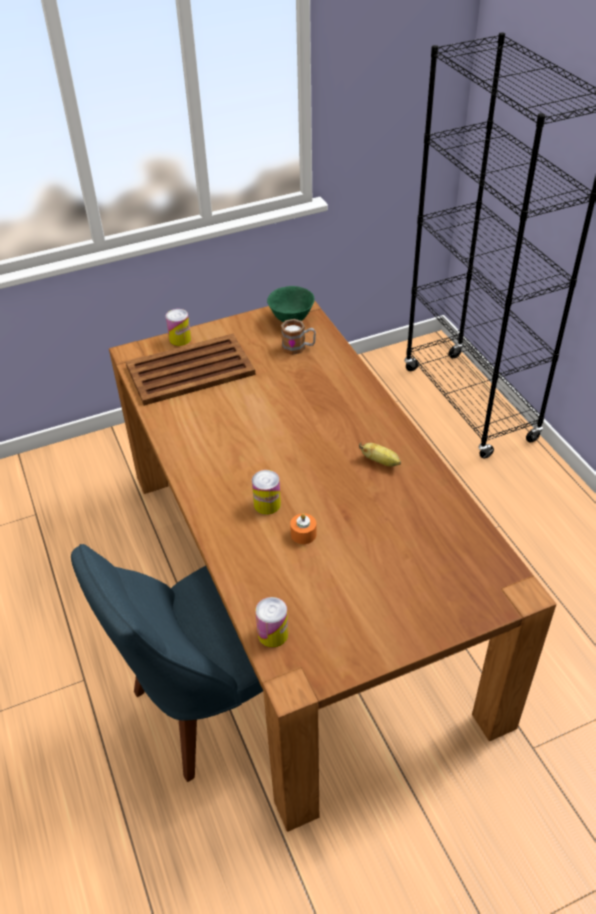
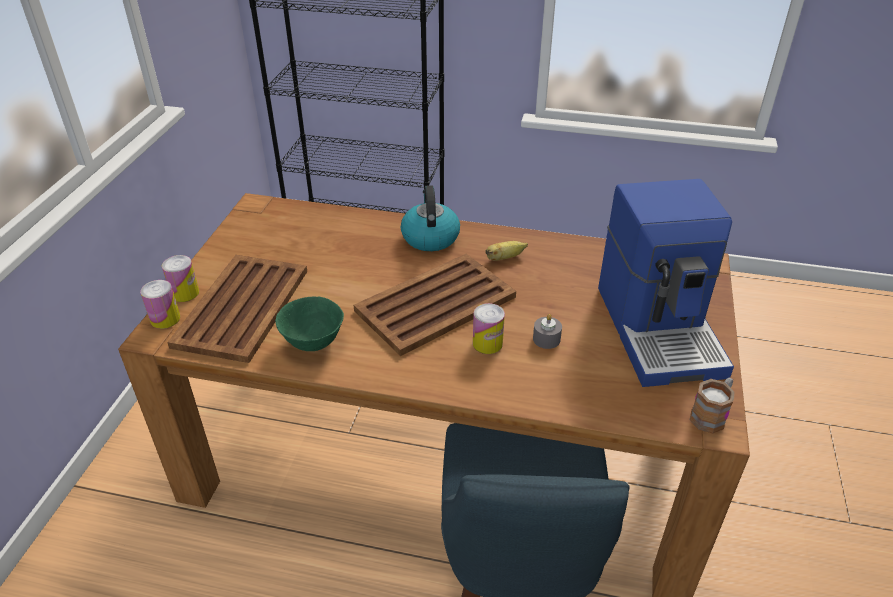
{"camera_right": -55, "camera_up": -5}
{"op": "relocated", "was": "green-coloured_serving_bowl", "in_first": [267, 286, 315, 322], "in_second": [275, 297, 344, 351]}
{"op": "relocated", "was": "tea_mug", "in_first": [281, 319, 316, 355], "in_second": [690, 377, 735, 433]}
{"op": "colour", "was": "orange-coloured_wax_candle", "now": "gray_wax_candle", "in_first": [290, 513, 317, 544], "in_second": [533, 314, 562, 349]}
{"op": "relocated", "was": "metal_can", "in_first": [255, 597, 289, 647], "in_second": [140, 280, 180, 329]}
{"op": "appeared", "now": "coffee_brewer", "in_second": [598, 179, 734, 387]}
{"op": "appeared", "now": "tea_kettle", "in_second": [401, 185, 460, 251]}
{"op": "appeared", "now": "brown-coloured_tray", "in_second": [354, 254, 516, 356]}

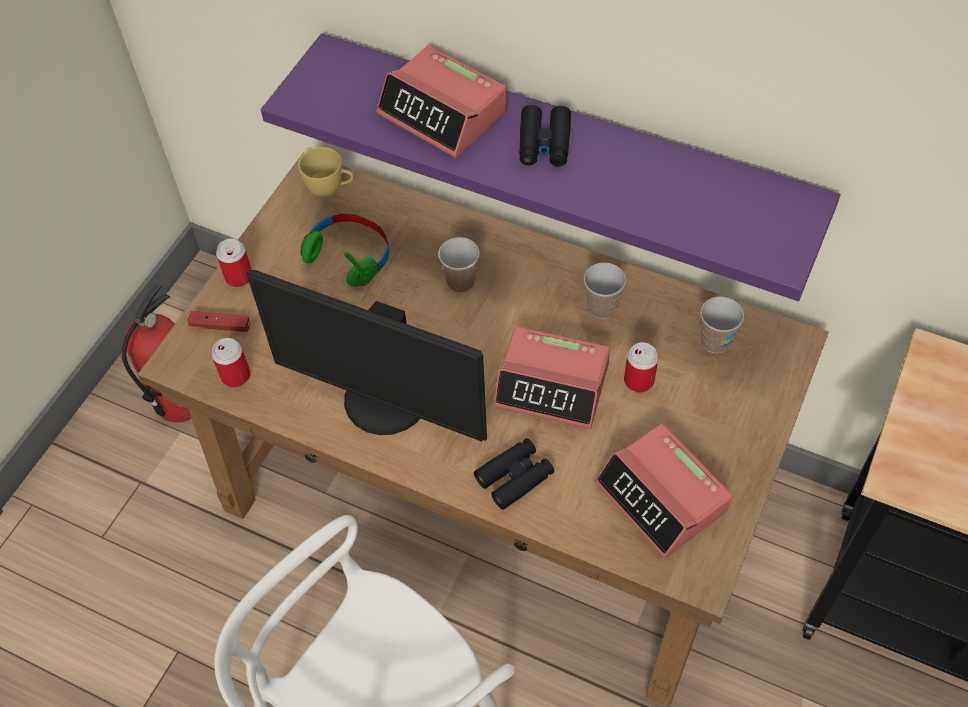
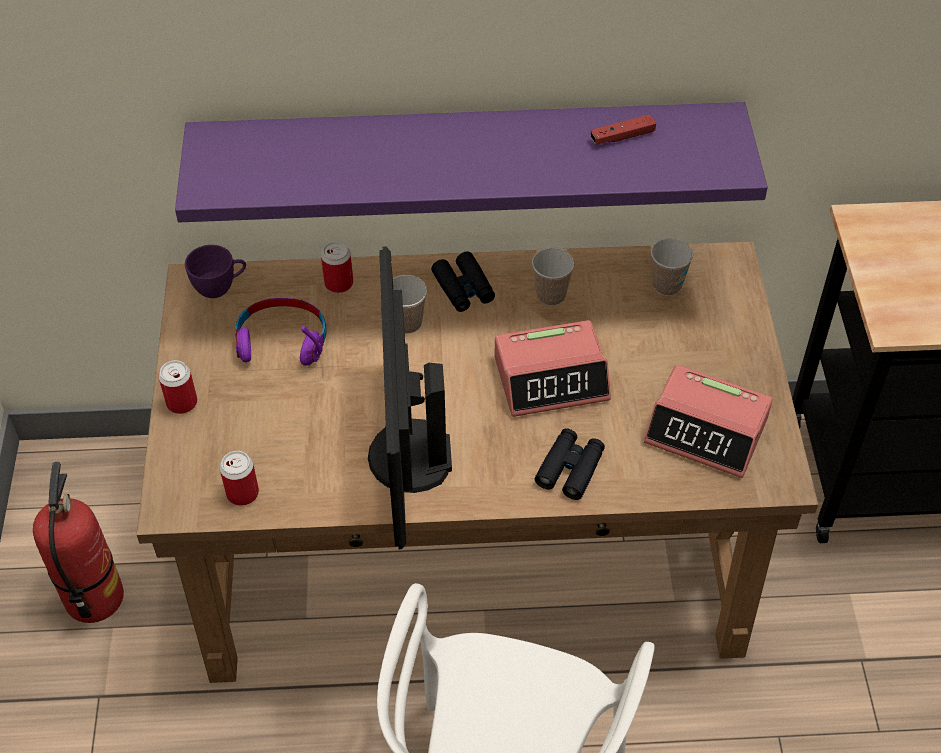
{"camera_right": -30, "camera_up": -5}
{"op": "missing", "was": "table_clock", "in_first": [376, 46, 507, 158]}
{"op": "relocated", "was": "black_pair_of_binoculars", "in_first": [519, 105, 571, 166], "in_second": [431, 251, 495, 312]}
{"op": "colour", "was": "yellow_drinking_cup", "now": "purple-coloured_drinking_cup", "in_first": [298, 147, 354, 197], "in_second": [185, 245, 246, 298]}
{"op": "colour", "was": "green-coloured_headphones", "now": "purple-coloured_headphones", "in_first": [300, 214, 389, 287], "in_second": [235, 298, 327, 366]}
{"op": "spun", "was": "computer_screen", "in_first": [247, 270, 487, 442], "in_second": [368, 247, 452, 549], "clockwise": 90}
{"op": "relocated", "was": "reddish_game_controller", "in_first": [187, 311, 250, 332], "in_second": [590, 114, 656, 145]}
{"op": "relocated", "was": "metal_can", "in_first": [624, 342, 659, 392], "in_second": [321, 241, 353, 293]}

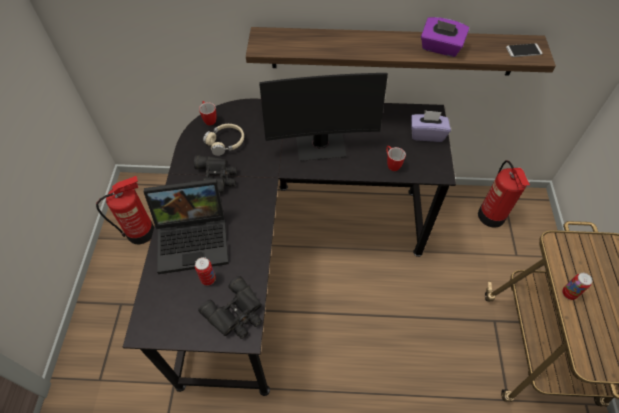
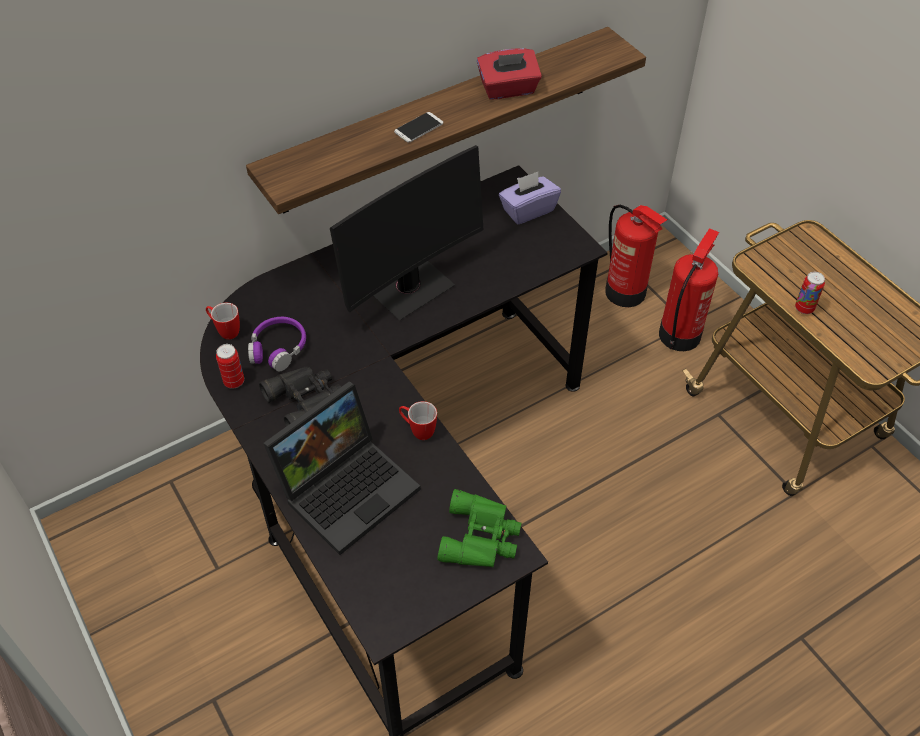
{"camera_right": -35, "camera_up": -5}
{"op": "colour", "was": "purple-coloured_tissue_holder", "now": "reddish_tissue_holder", "in_first": [421, 17, 469, 57], "in_second": [477, 48, 542, 100]}
{"op": "relocated", "was": "handset", "in_first": [506, 44, 542, 57], "in_second": [394, 112, 443, 142]}
{"op": "colour", "was": "sand-coloured_headphones", "now": "purple-coloured_headphones", "in_first": [203, 124, 244, 156], "in_second": [248, 317, 306, 372]}
{"op": "relocated", "was": "tea_mug", "in_first": [386, 146, 406, 171], "in_second": [399, 401, 437, 440]}
{"op": "relocated", "was": "extinguisher", "in_first": [96, 176, 154, 244], "in_second": [659, 228, 719, 351]}
{"op": "relocated", "was": "metal_can", "in_first": [195, 257, 216, 286], "in_second": [216, 344, 244, 389]}
{"op": "colour", "was": "black_pair_of_binoculars", "now": "green-coloured_pair_of_binoculars", "in_first": [198, 276, 262, 339], "in_second": [437, 489, 522, 567]}

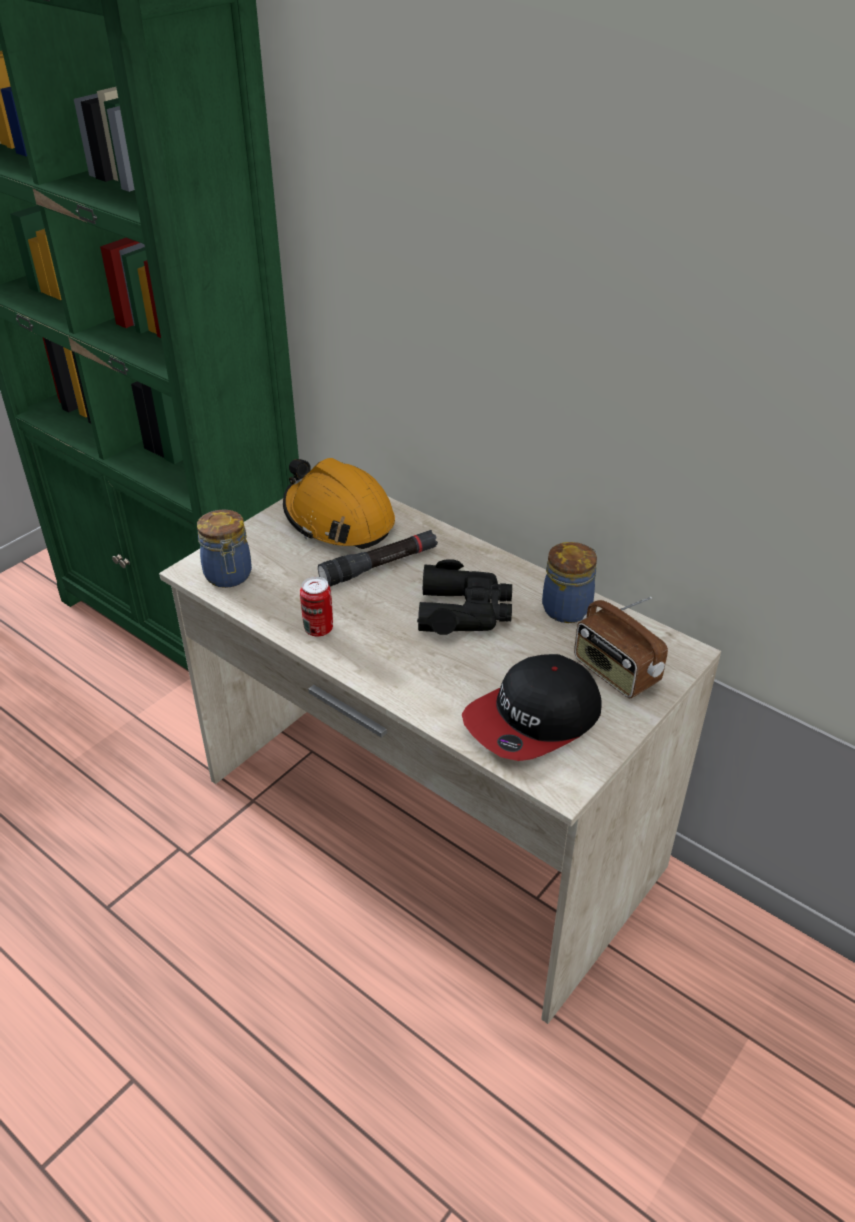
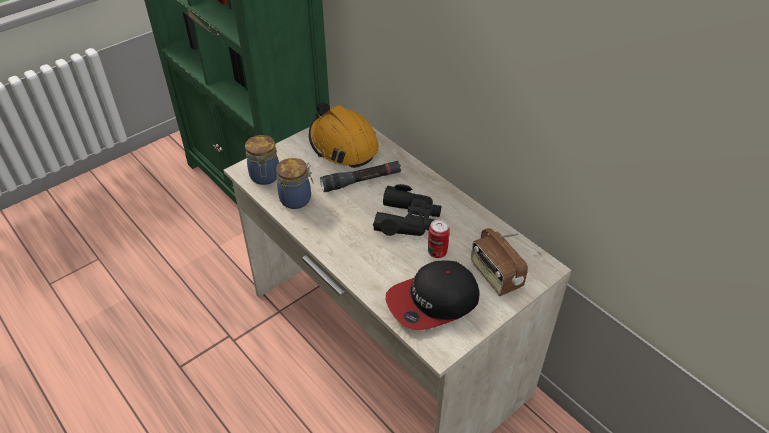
{"camera_right": 10, "camera_up": 5}
{"op": "relocated", "was": "preserve_jar", "in_first": [542, 542, 597, 623], "in_second": [276, 158, 314, 209]}
{"op": "relocated", "was": "metal_can", "in_first": [300, 577, 333, 637], "in_second": [428, 219, 450, 258]}

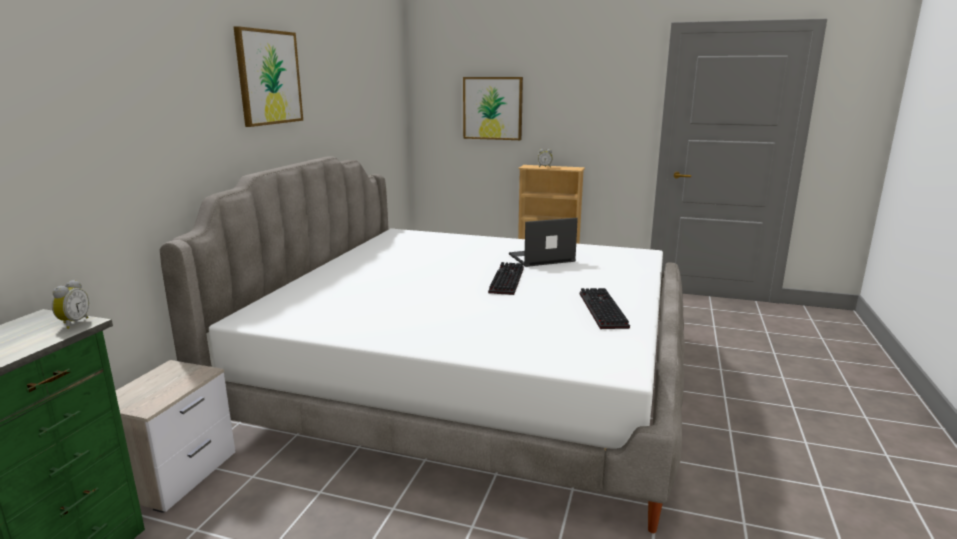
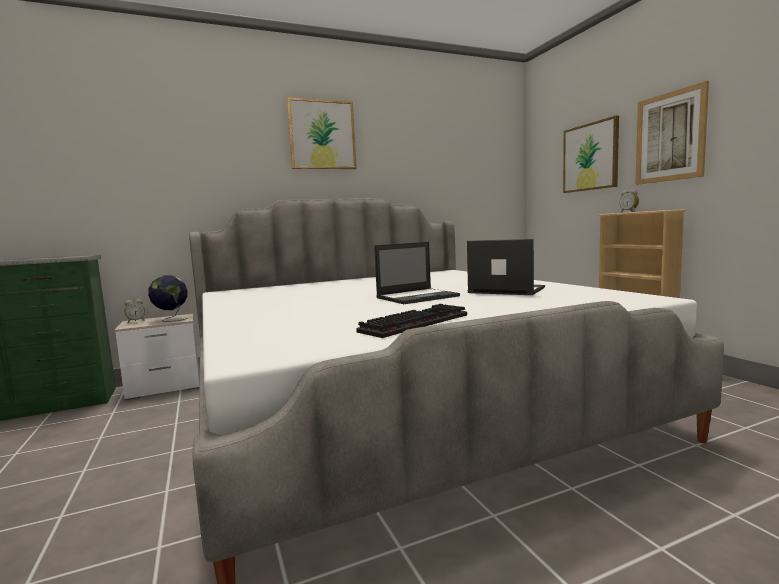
{"camera_right": 50, "camera_up": -10}
{"op": "exchanged", "was": "computer_keyboard", "now": "notebook_computer", "in_first": [488, 262, 524, 295], "in_second": [374, 242, 460, 304]}
{"op": "relocated", "was": "table_clock", "in_first": [52, 280, 89, 329], "in_second": [124, 299, 145, 323]}
{"op": "appeared", "now": "wall_art", "in_second": [635, 81, 709, 185]}
{"op": "appeared", "now": "world_globe", "in_second": [148, 275, 188, 322]}

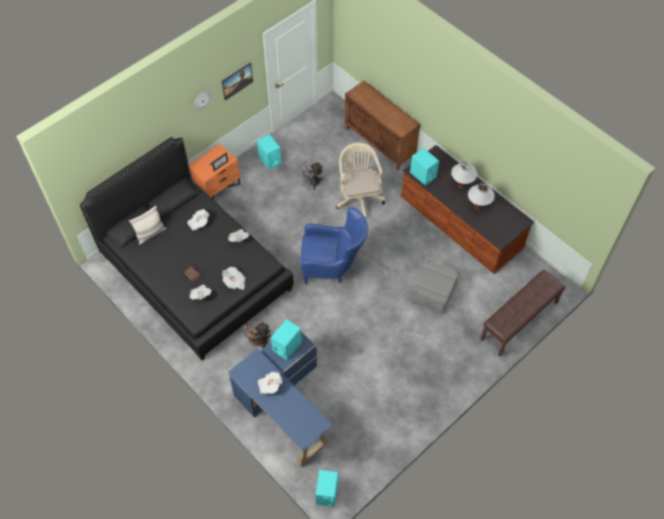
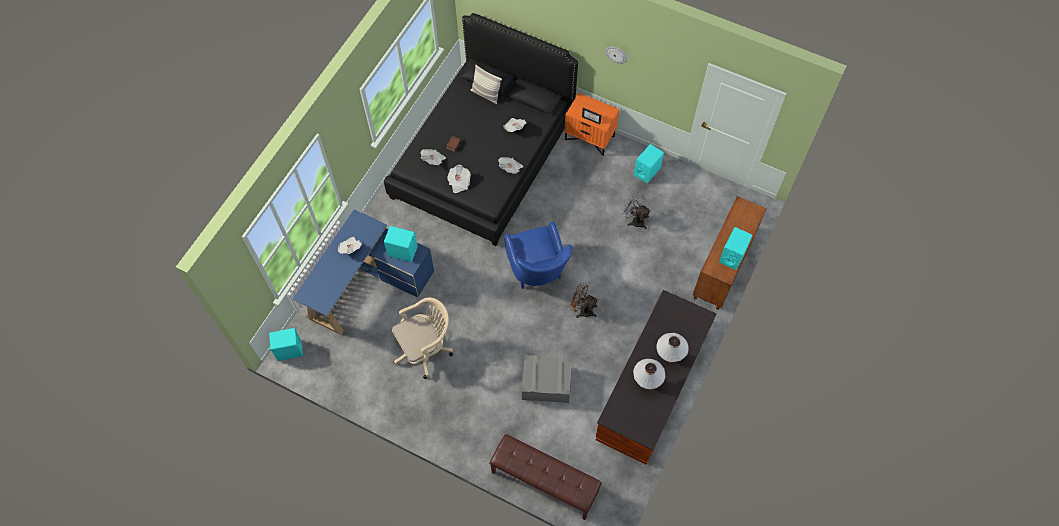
{"camera_right": 70, "camera_up": 5}
{"op": "missing", "was": "wall_art", "in_first": [222, 62, 253, 100]}
{"op": "relocated", "was": "sand-coloured_office_chair", "in_first": [336, 143, 385, 218], "in_second": [392, 298, 453, 379]}
{"op": "relocated", "was": "turquoise-coloured_loudspeaker", "in_first": [410, 148, 439, 186], "in_second": [719, 227, 752, 270]}
{"op": "relocated", "was": "brown-coloured_cooling_fan", "in_first": [242, 322, 271, 349], "in_second": [569, 283, 599, 318]}

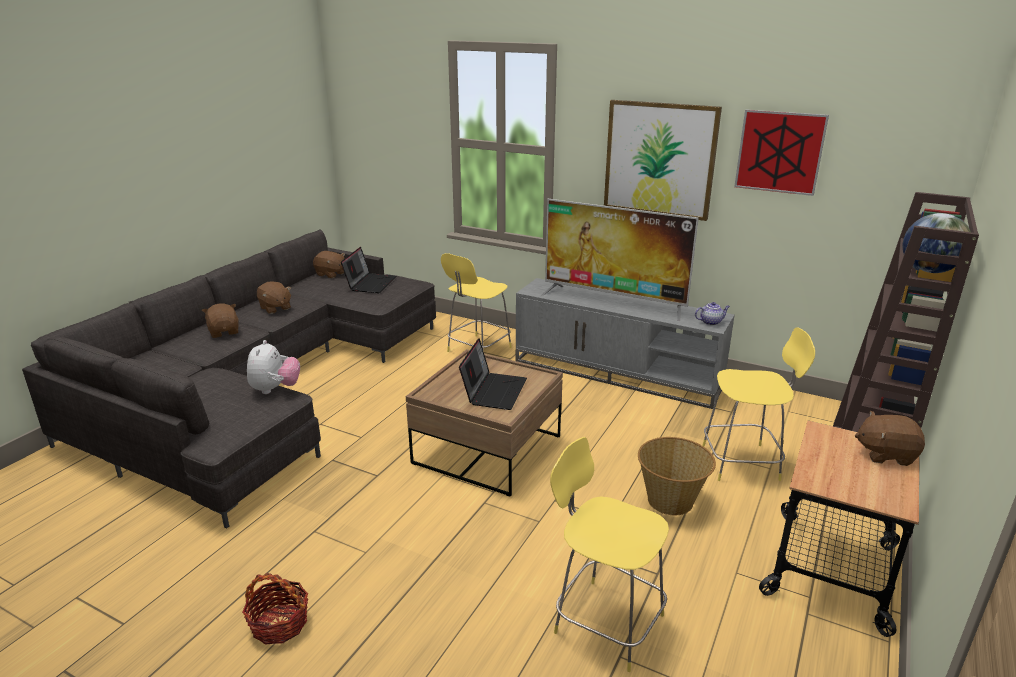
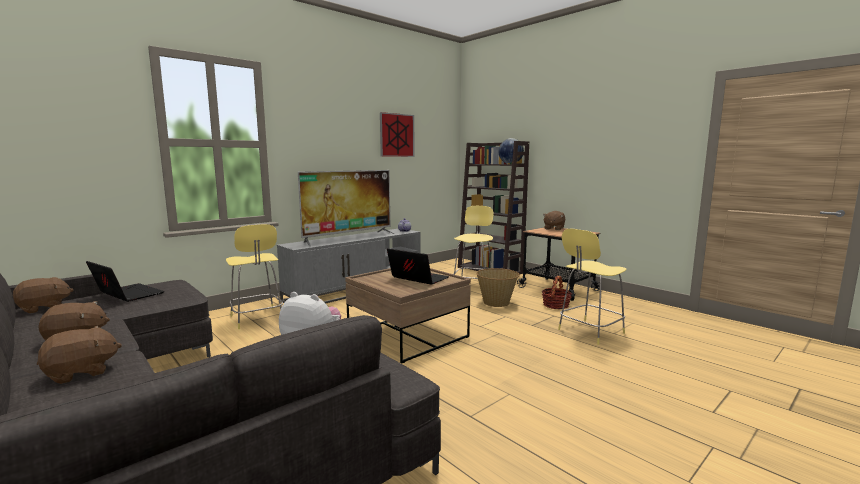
{"camera_right": -70, "camera_up": -15}
{"op": "missing", "was": "wall_art", "in_first": [604, 100, 722, 221]}
{"op": "spun", "was": "brown-coloured_plush_toy", "in_first": [202, 303, 239, 338], "in_second": [37, 326, 122, 384], "clockwise": 150}
{"op": "relocated", "was": "storage_basket", "in_first": [242, 573, 308, 645], "in_second": [541, 276, 572, 309]}

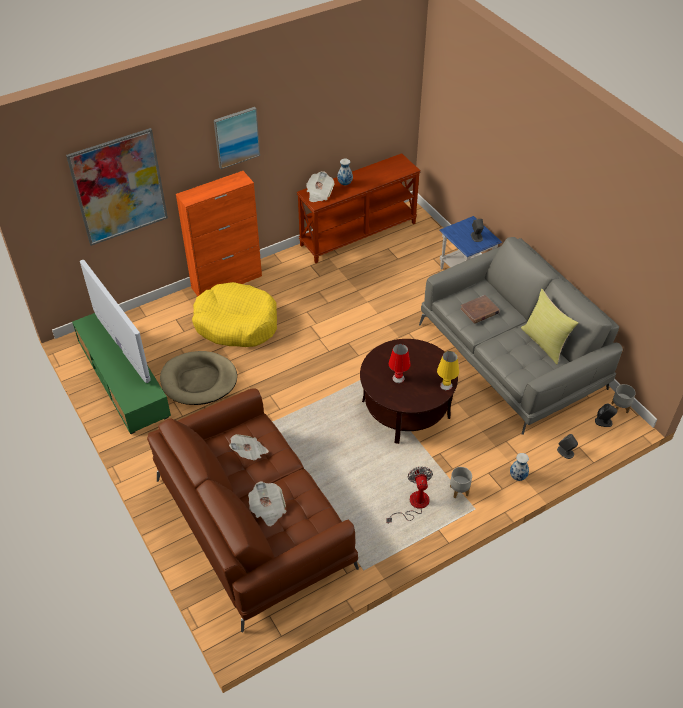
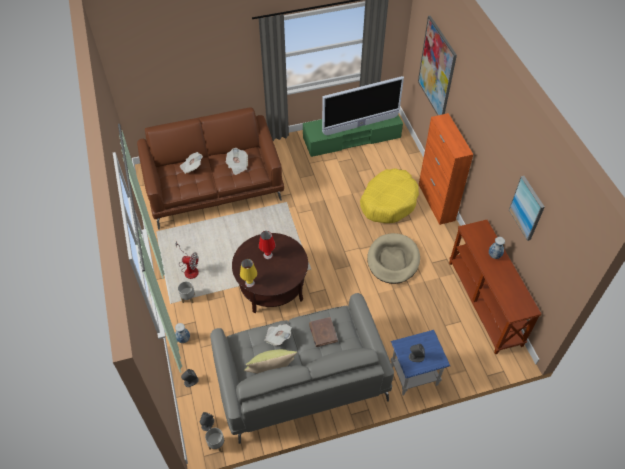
{"camera_right": 105, "camera_up": 5}
{"op": "relocated", "was": "wall_art", "in_first": [214, 107, 260, 169], "in_second": [509, 176, 545, 241]}
{"op": "relocated", "was": "printed_paper", "in_first": [306, 171, 334, 202], "in_second": [264, 324, 292, 346]}
{"op": "relocated", "was": "sand-coloured_dog_cushion", "in_first": [160, 351, 237, 405], "in_second": [367, 233, 420, 284]}

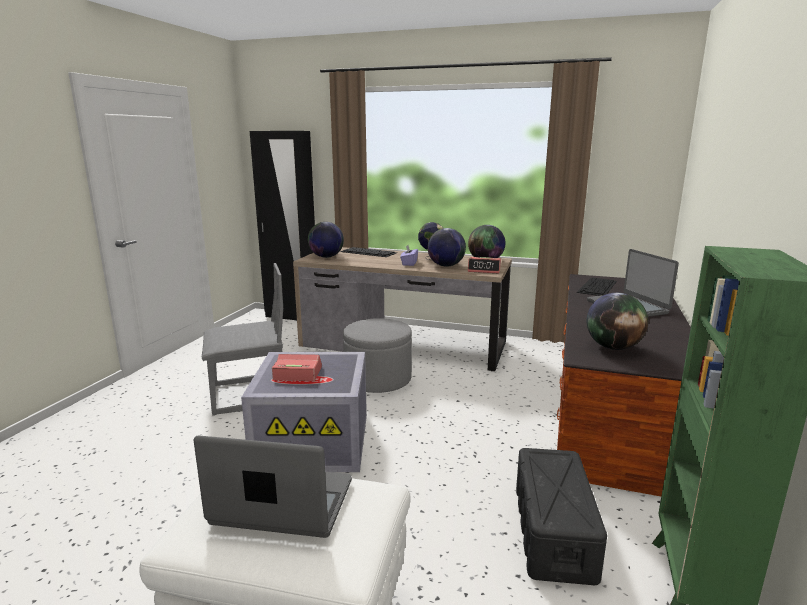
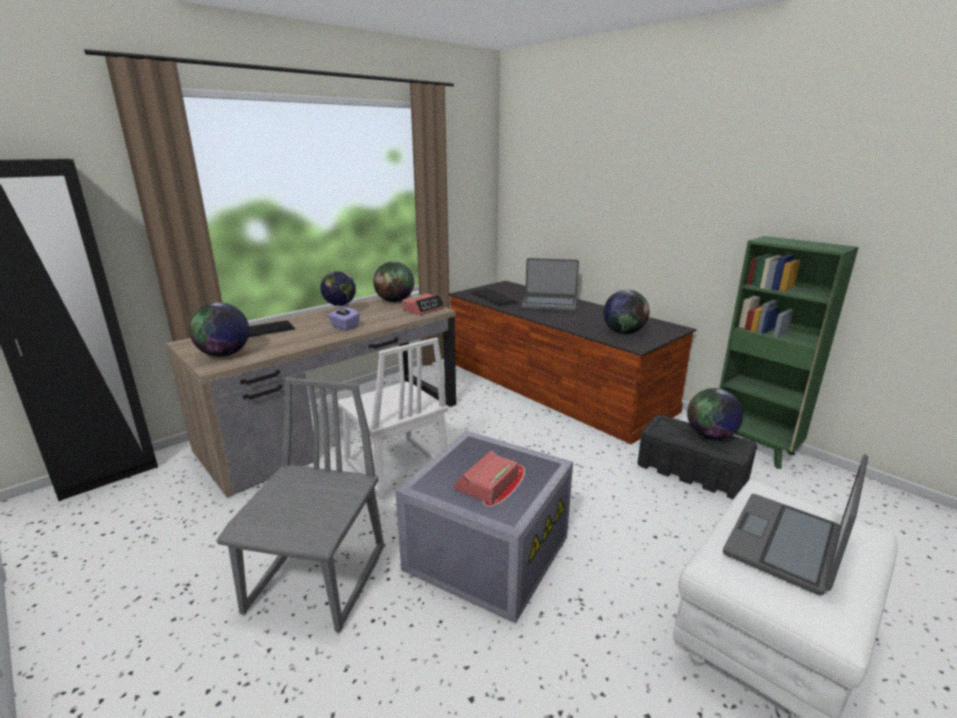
{"camera_right": -60, "camera_up": 5}
{"op": "relocated", "was": "world_globe", "in_first": [427, 228, 466, 267], "in_second": [687, 388, 744, 440]}
{"op": "exchanged", "was": "gray_ottoman", "now": "white_chair", "in_first": [343, 318, 412, 393], "in_second": [338, 338, 448, 500]}

